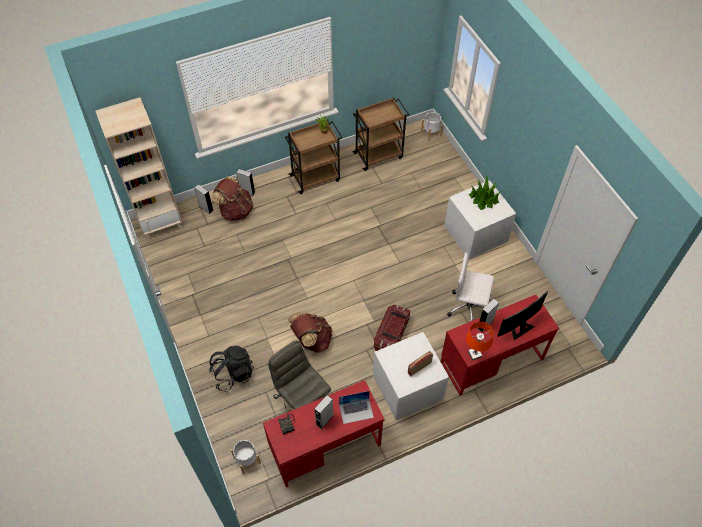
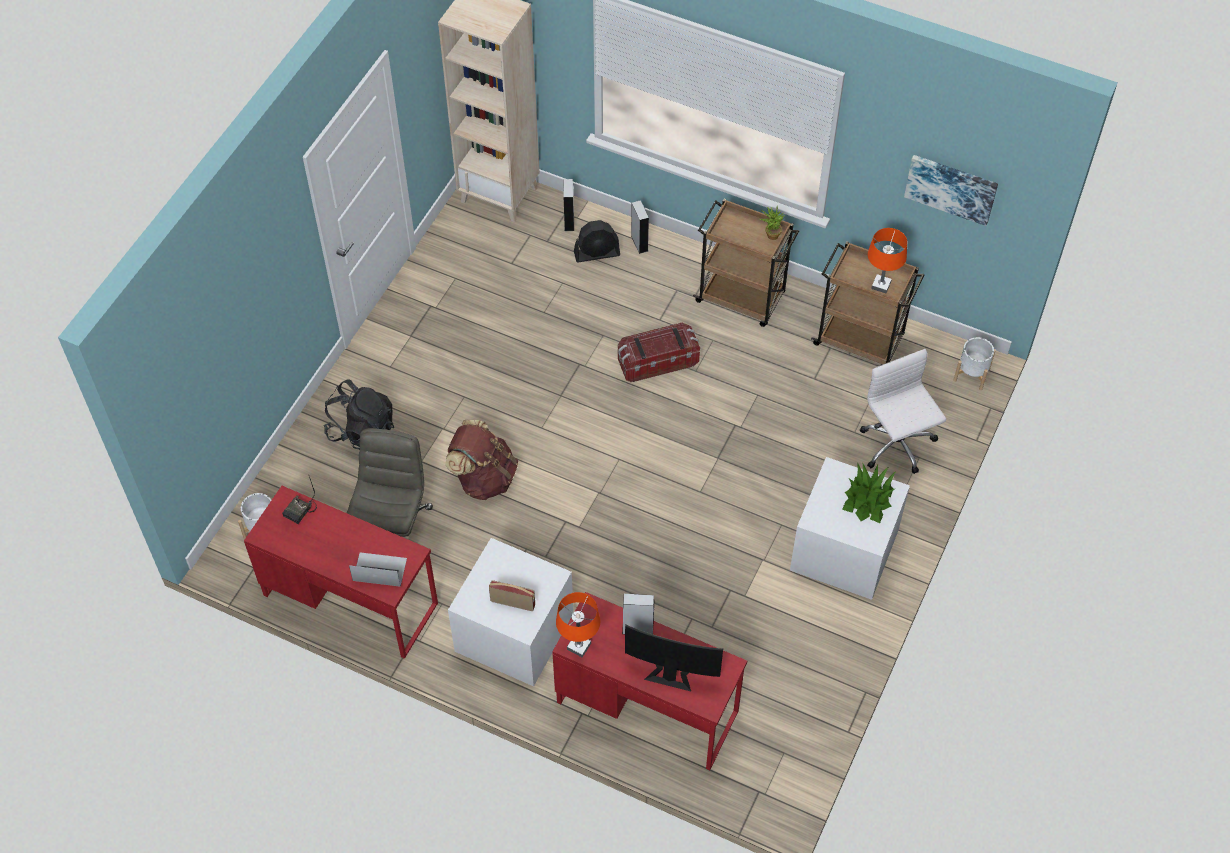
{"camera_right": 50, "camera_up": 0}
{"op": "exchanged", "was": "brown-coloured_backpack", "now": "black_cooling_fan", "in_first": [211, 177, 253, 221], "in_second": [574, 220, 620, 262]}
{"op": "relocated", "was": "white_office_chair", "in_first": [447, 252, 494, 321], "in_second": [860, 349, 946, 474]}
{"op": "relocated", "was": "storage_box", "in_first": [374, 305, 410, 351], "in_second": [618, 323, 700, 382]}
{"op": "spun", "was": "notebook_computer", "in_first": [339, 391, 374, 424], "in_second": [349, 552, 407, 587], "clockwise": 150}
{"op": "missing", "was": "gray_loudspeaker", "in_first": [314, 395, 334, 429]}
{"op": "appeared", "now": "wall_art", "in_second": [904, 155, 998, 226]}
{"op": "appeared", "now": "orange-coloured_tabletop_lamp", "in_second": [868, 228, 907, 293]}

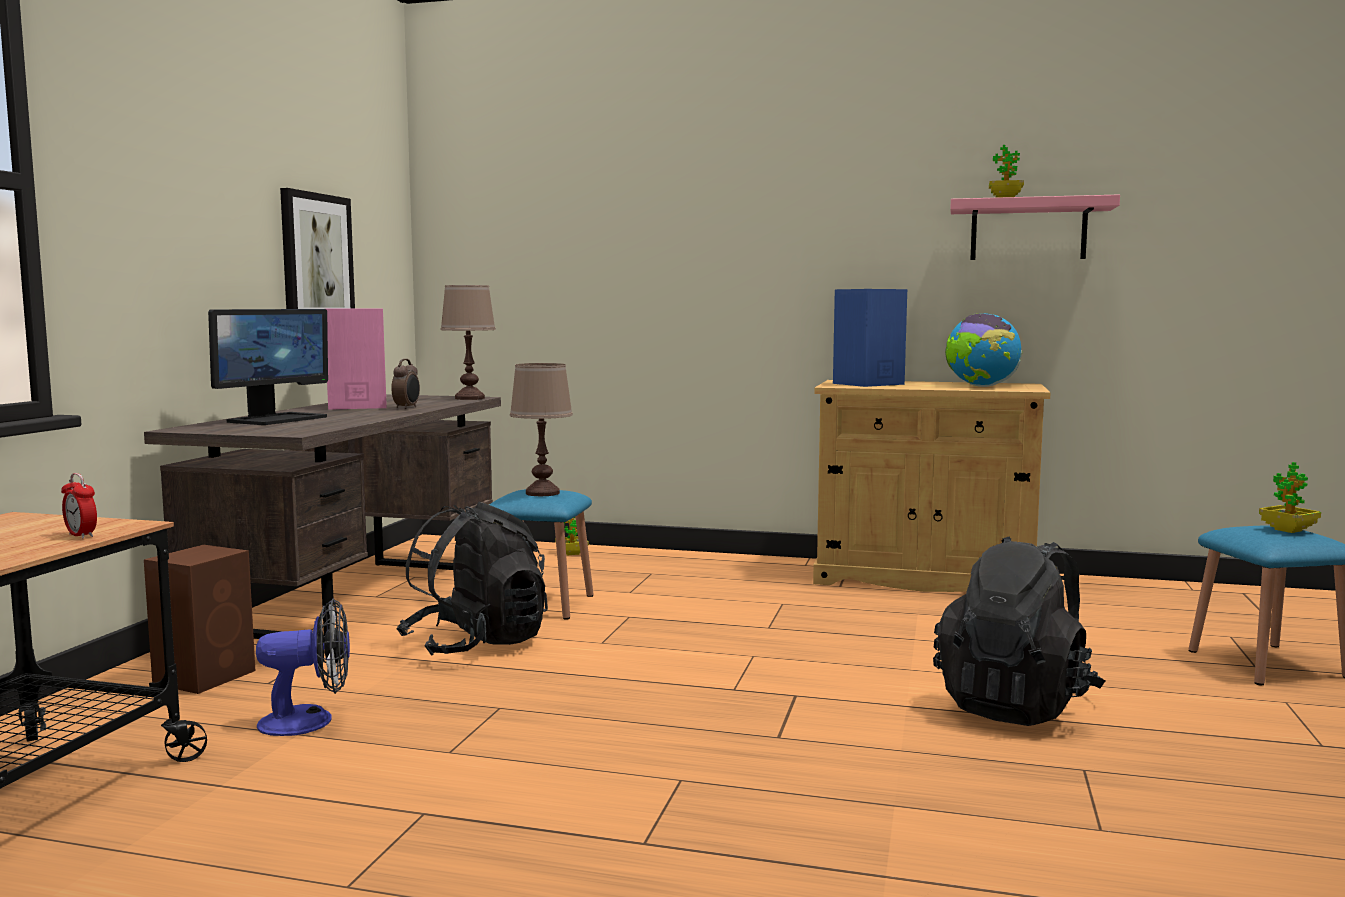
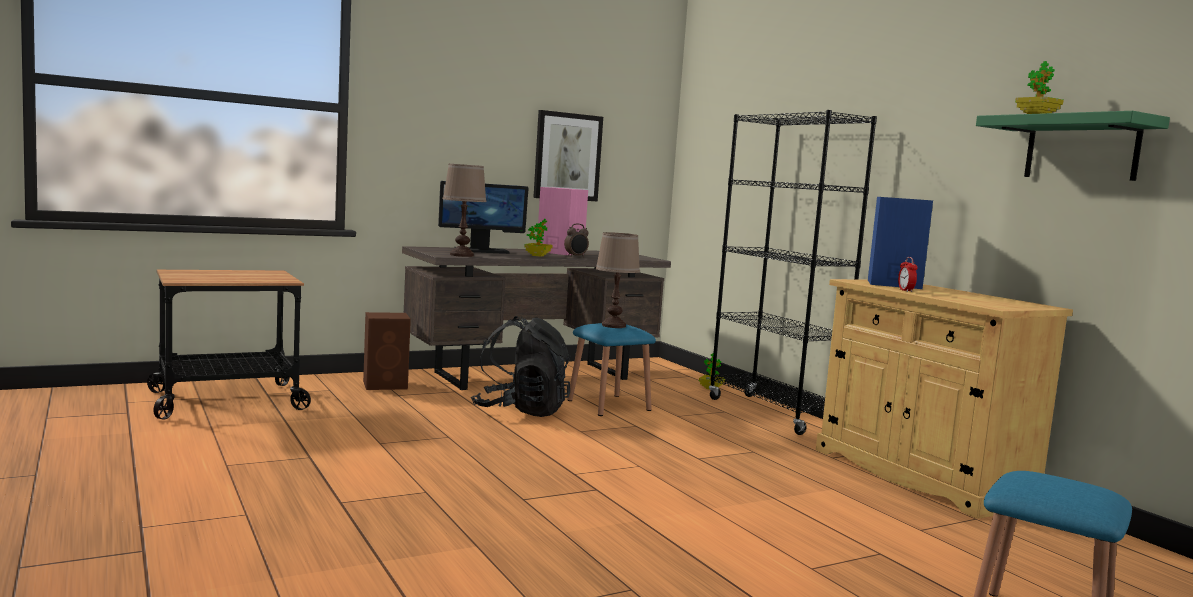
{"camera_right": 45, "camera_up": 0}
{"op": "colour", "was": "pink_bracket_shelf", "now": "green-coloured_bracket_shelf", "in_first": [950, 195, 1120, 260], "in_second": [976, 111, 1170, 181]}
{"op": "relocated", "was": "brown-coloured_tabletop_lamp", "in_first": [440, 285, 496, 400], "in_second": [443, 164, 486, 257]}
{"op": "missing", "was": "world_globe", "in_first": [945, 313, 1022, 387]}
{"op": "relocated", "was": "plant_in_a_pot", "in_first": [1259, 462, 1321, 533], "in_second": [524, 219, 553, 257]}
{"op": "relocated", "was": "table_clock", "in_first": [61, 473, 97, 538], "in_second": [898, 257, 917, 292]}
{"op": "missing", "was": "black_backpack", "in_first": [933, 537, 1106, 726]}
{"op": "missing", "was": "cooling_fan", "in_first": [256, 599, 350, 736]}
{"op": "appeared", "now": "black_bookshelf", "in_second": [709, 110, 877, 435]}

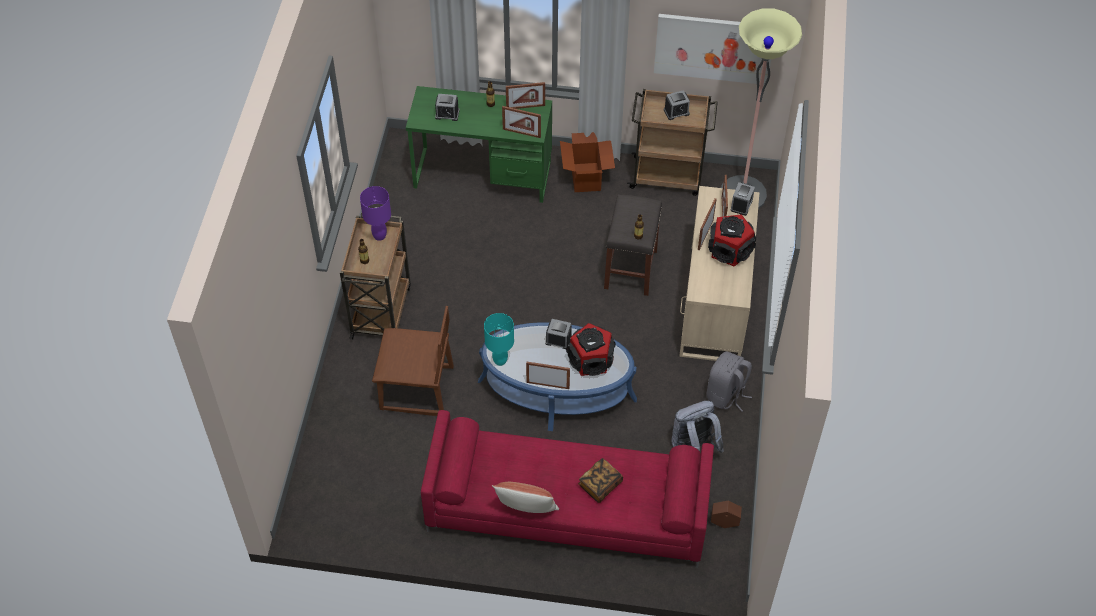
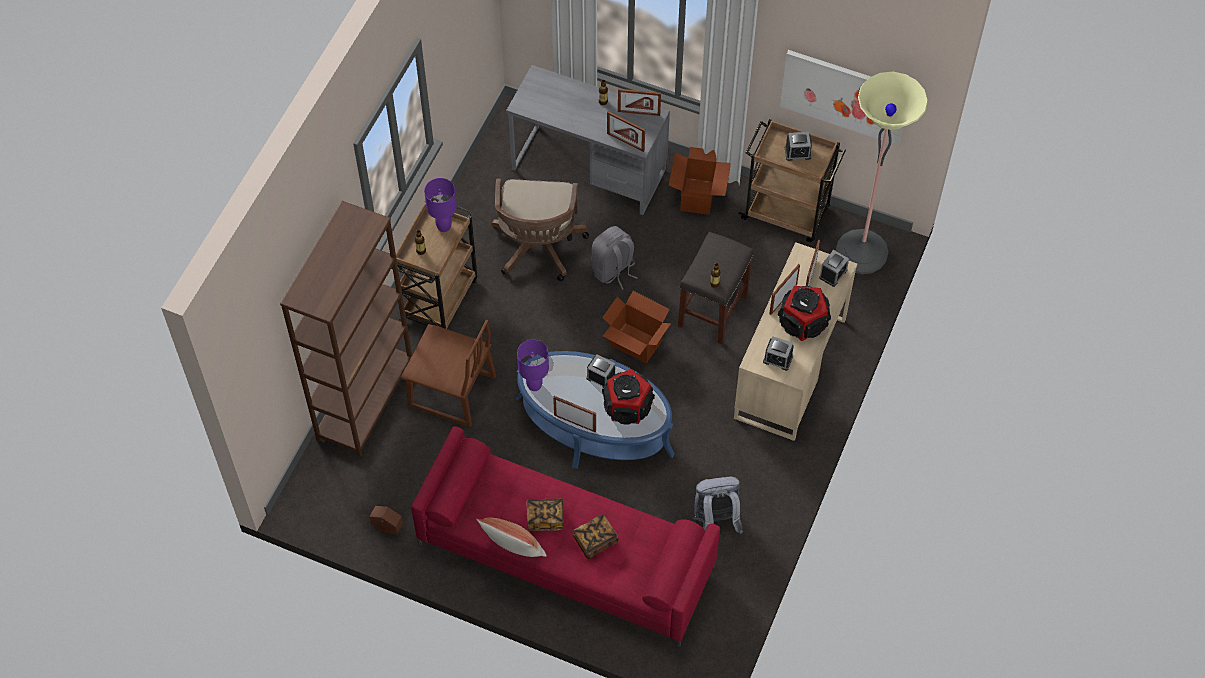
{"camera_right": 15, "camera_up": 5}
{"op": "colour", "was": "green-coloured_desk", "now": "gray_desk", "in_first": [406, 86, 552, 203], "in_second": [506, 65, 670, 215]}
{"op": "relocated", "was": "table_clock", "in_first": [435, 94, 460, 121], "in_second": [763, 336, 794, 371]}
{"op": "colour", "was": "turquoise-coloured_tabletop_lamp", "now": "purple-coloured_tabletop_lamp", "in_first": [484, 313, 514, 366], "in_second": [517, 340, 549, 391]}
{"op": "relocated", "was": "gray_backpack", "in_first": [707, 351, 752, 412], "in_second": [591, 226, 637, 290]}
{"op": "relocated", "was": "brown-coloured_plant_pot", "in_first": [711, 501, 742, 528], "in_second": [369, 506, 403, 534]}
{"op": "appeared", "now": "brown-coloured_office_chair", "in_second": [491, 179, 589, 281]}
{"op": "appeared", "now": "brown-coloured_bookshelf", "in_second": [280, 201, 412, 457]}
{"op": "appeared", "now": "cardboard_box", "in_second": [602, 291, 671, 363]}
{"op": "appeared", "now": "volume", "in_second": [527, 498, 564, 531]}

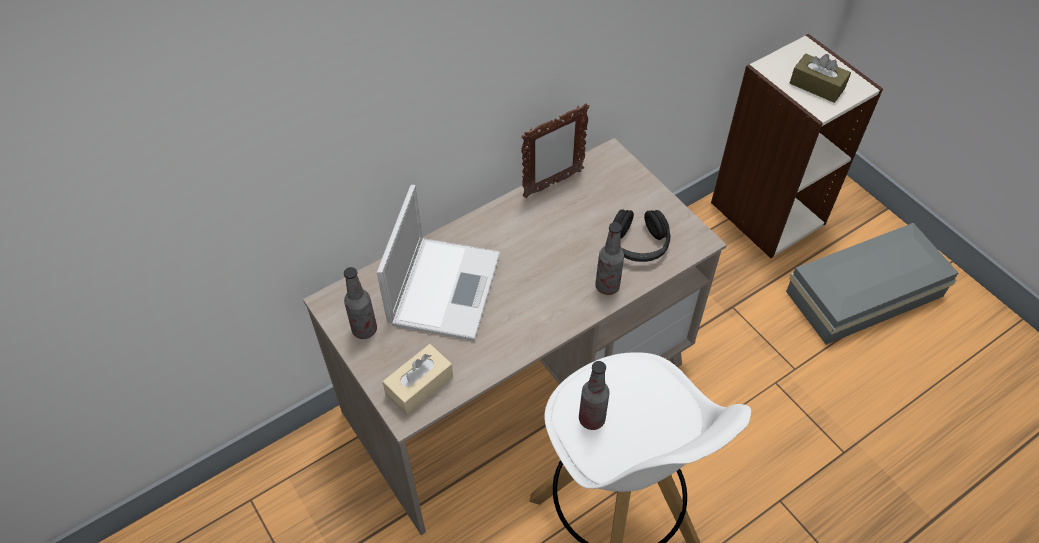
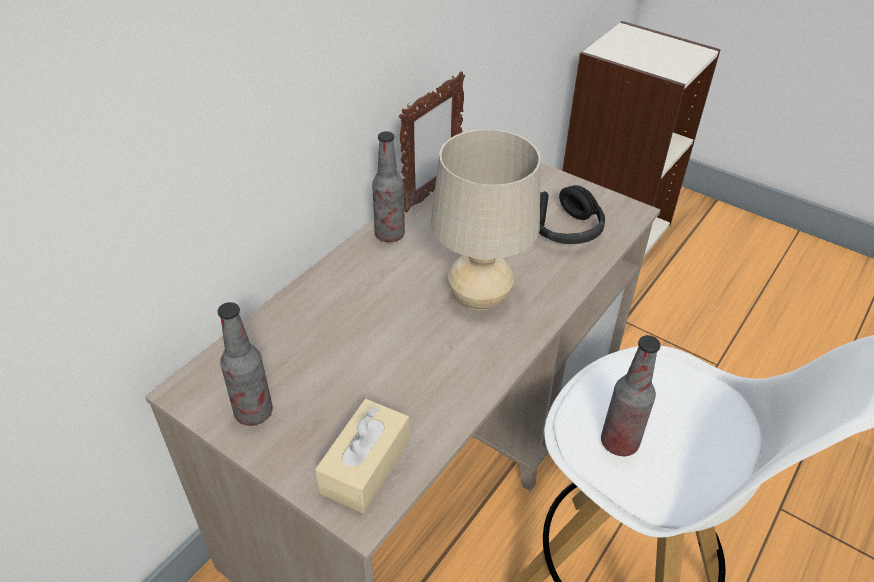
{"camera_right": -20, "camera_up": -10}
{"op": "missing", "was": "brown-coloured_tissue_holder", "in_first": [790, 54, 851, 103]}
{"op": "missing", "was": "notebook_computer", "in_first": [377, 185, 500, 341]}
{"op": "relocated", "was": "beverage_bottle", "in_first": [595, 222, 624, 295], "in_second": [372, 131, 405, 242]}
{"op": "missing", "was": "gray_storage_box", "in_first": [786, 223, 958, 345]}
{"op": "appeared", "now": "sand-coloured_tabletop_lamp", "in_second": [431, 129, 541, 310]}

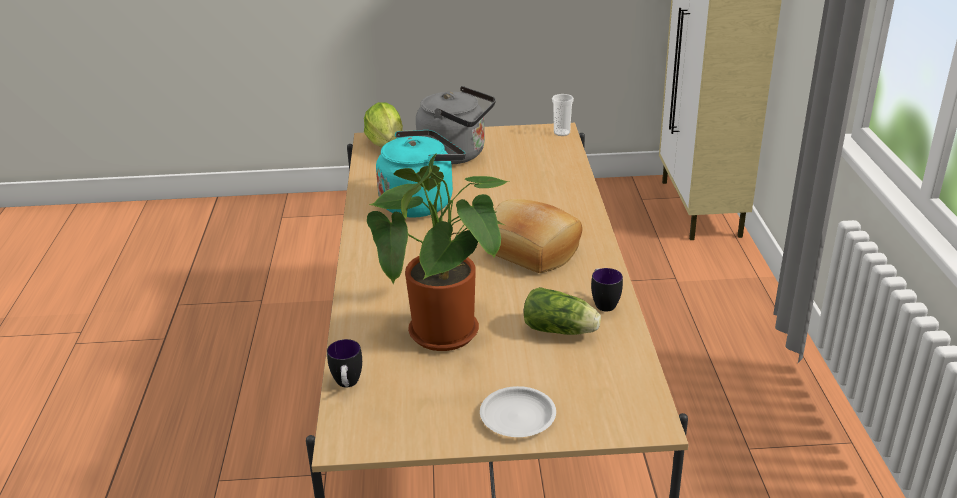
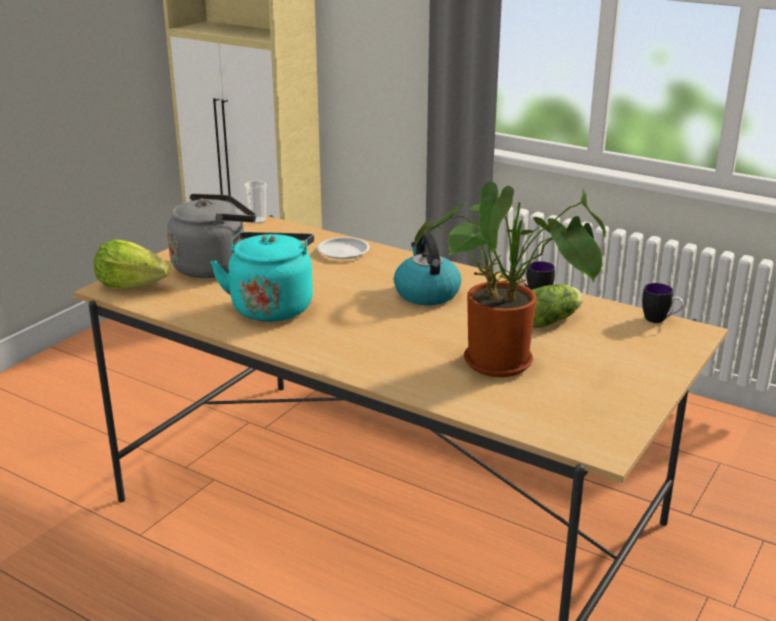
{"camera_right": -55, "camera_up": -5}
{"op": "exchanged", "was": "bread", "now": "tea_kettle", "in_first": [494, 199, 583, 273], "in_second": [394, 232, 461, 305]}
{"op": "relocated", "was": "tea_mug", "in_first": [327, 339, 362, 387], "in_second": [642, 283, 684, 323]}
{"op": "relocated", "was": "white_flat_dish", "in_first": [480, 386, 556, 437], "in_second": [317, 237, 370, 259]}

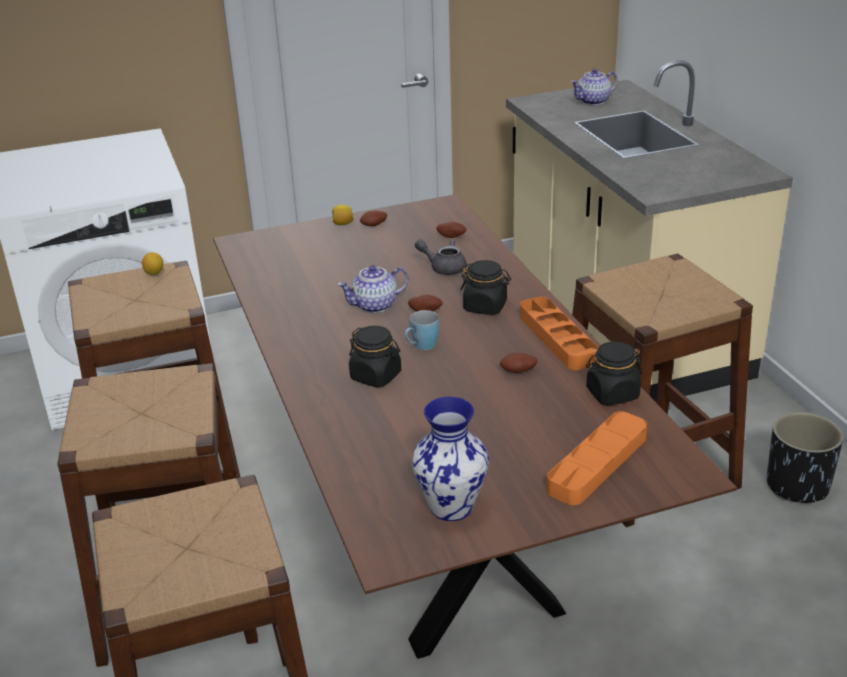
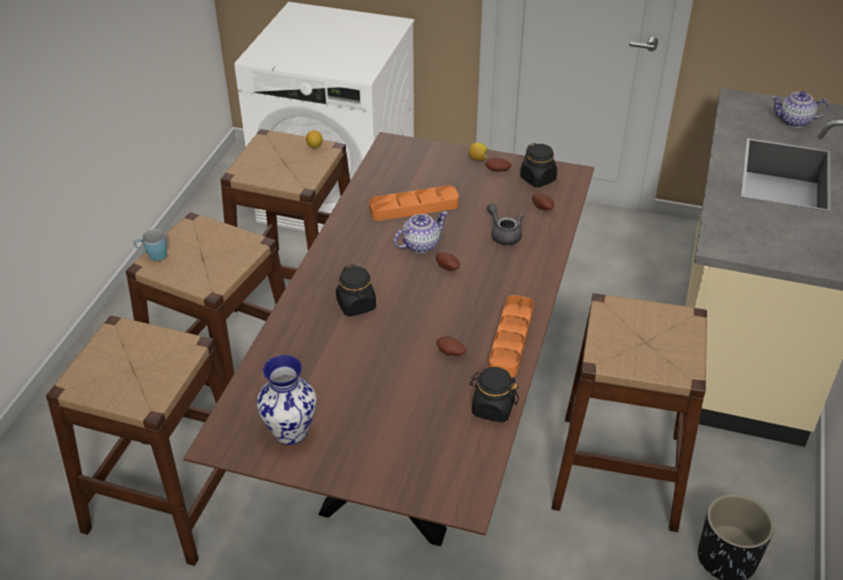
{"camera_right": 35, "camera_up": 10}
{"op": "relocated", "was": "black_preserve_jar", "in_first": [460, 260, 511, 315], "in_second": [520, 143, 557, 187]}
{"op": "spun", "was": "pot_for_tea", "in_first": [337, 265, 409, 313], "in_second": [394, 211, 448, 253], "clockwise": 135}
{"op": "relocated", "was": "blue_tea_mug", "in_first": [405, 310, 439, 350], "in_second": [133, 229, 167, 261]}
{"op": "relocated", "was": "orange-coloured_tray", "in_first": [547, 411, 647, 505], "in_second": [369, 186, 459, 221]}

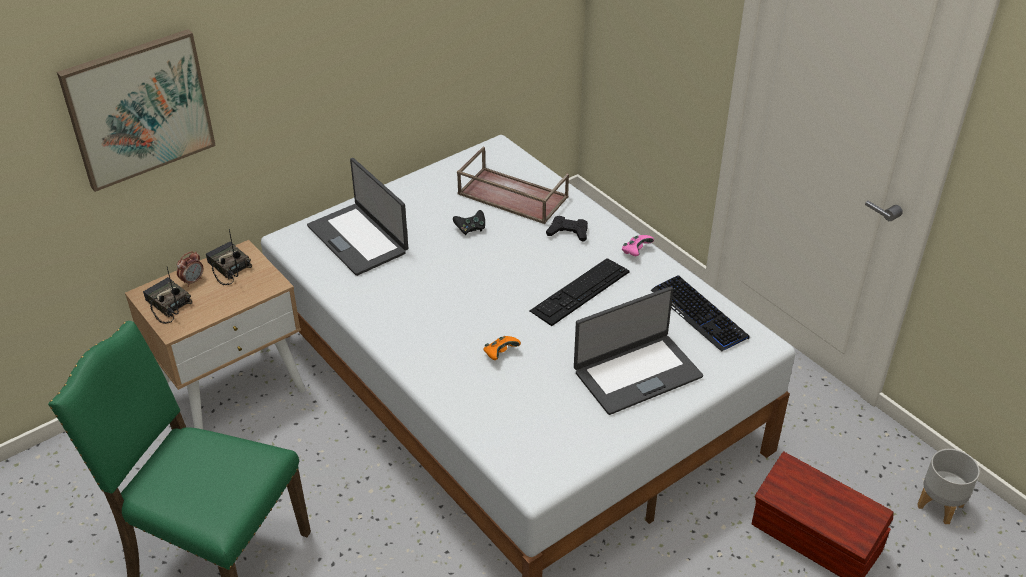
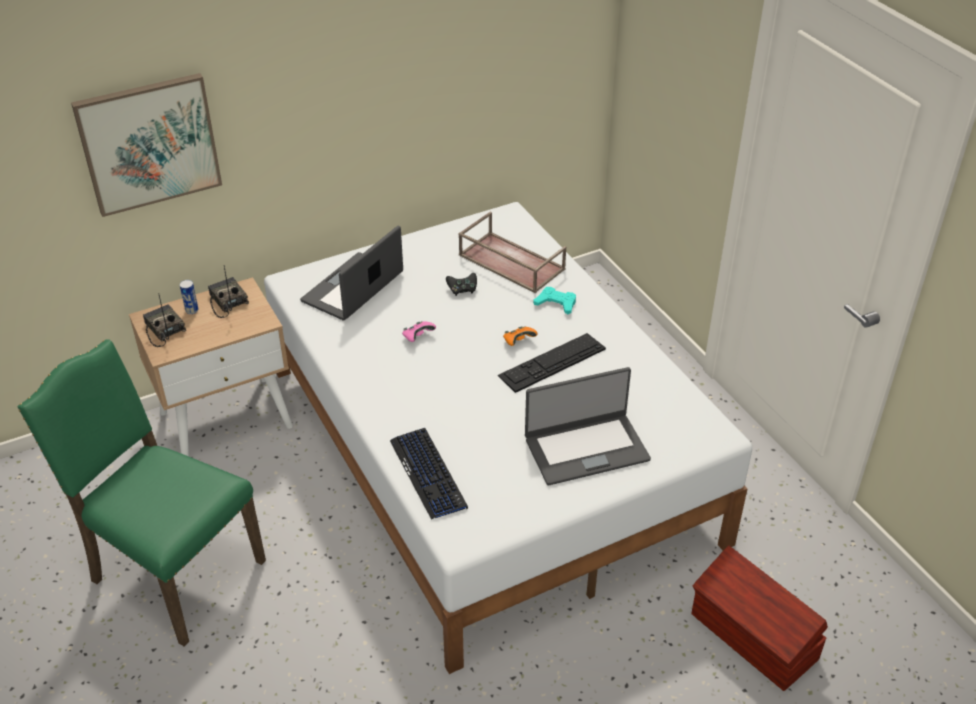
{"camera_right": 10, "camera_up": 0}
{"op": "spun", "was": "notebook_computer", "in_first": [307, 158, 408, 276], "in_second": [300, 226, 403, 320], "clockwise": 60}
{"op": "colour", "was": "black_game_controller", "now": "turquoise-coloured_game_controller", "in_first": [546, 216, 588, 242], "in_second": [533, 287, 576, 314]}
{"op": "relocated", "was": "pink_game_controller", "in_first": [622, 235, 654, 256], "in_second": [402, 321, 436, 342]}
{"op": "exchanged", "was": "table_clock", "now": "metal_can", "in_first": [177, 251, 203, 287], "in_second": [180, 280, 198, 314]}
{"op": "relocated", "was": "computer_keyboard", "in_first": [651, 275, 750, 352], "in_second": [390, 428, 468, 520]}
{"op": "relocated", "was": "orange-coloured_game_controller", "in_first": [483, 336, 521, 360], "in_second": [503, 326, 538, 346]}
{"op": "missing", "was": "gray_plant_pot", "in_first": [917, 449, 980, 524]}

